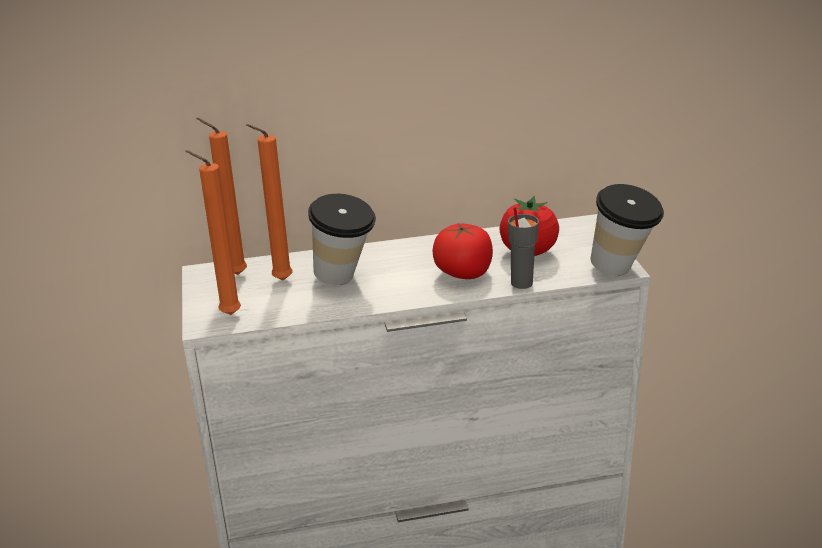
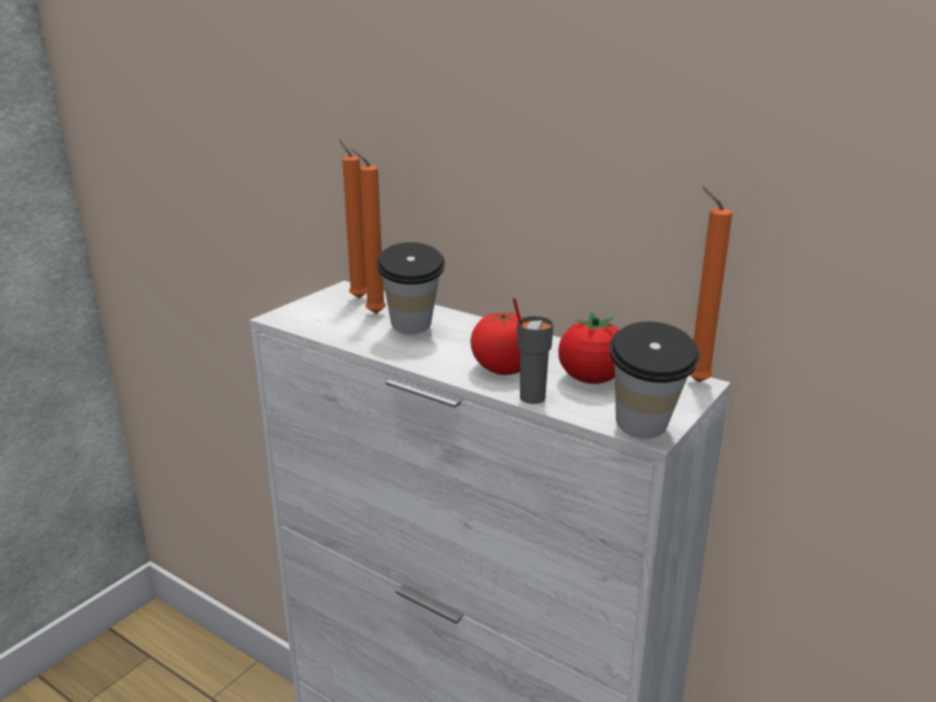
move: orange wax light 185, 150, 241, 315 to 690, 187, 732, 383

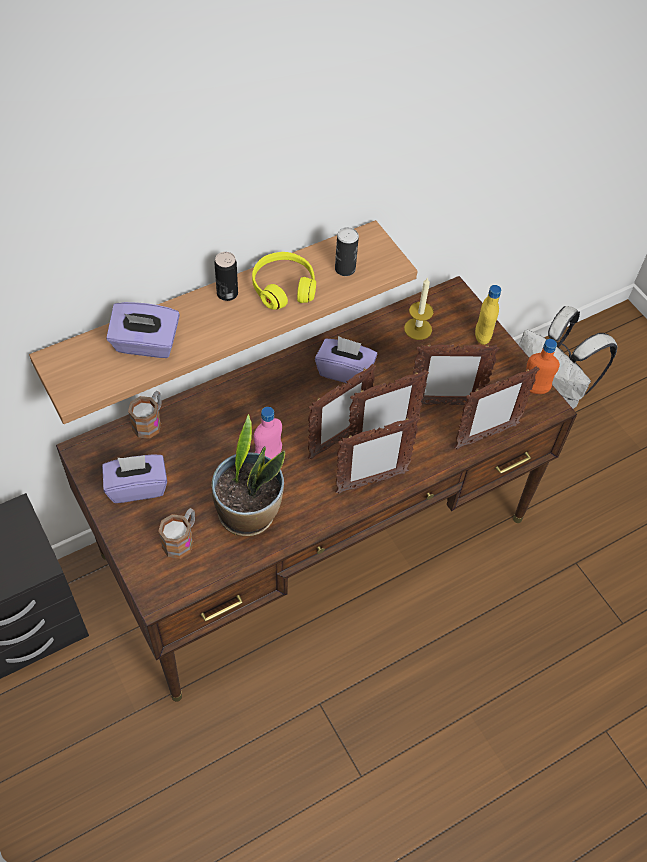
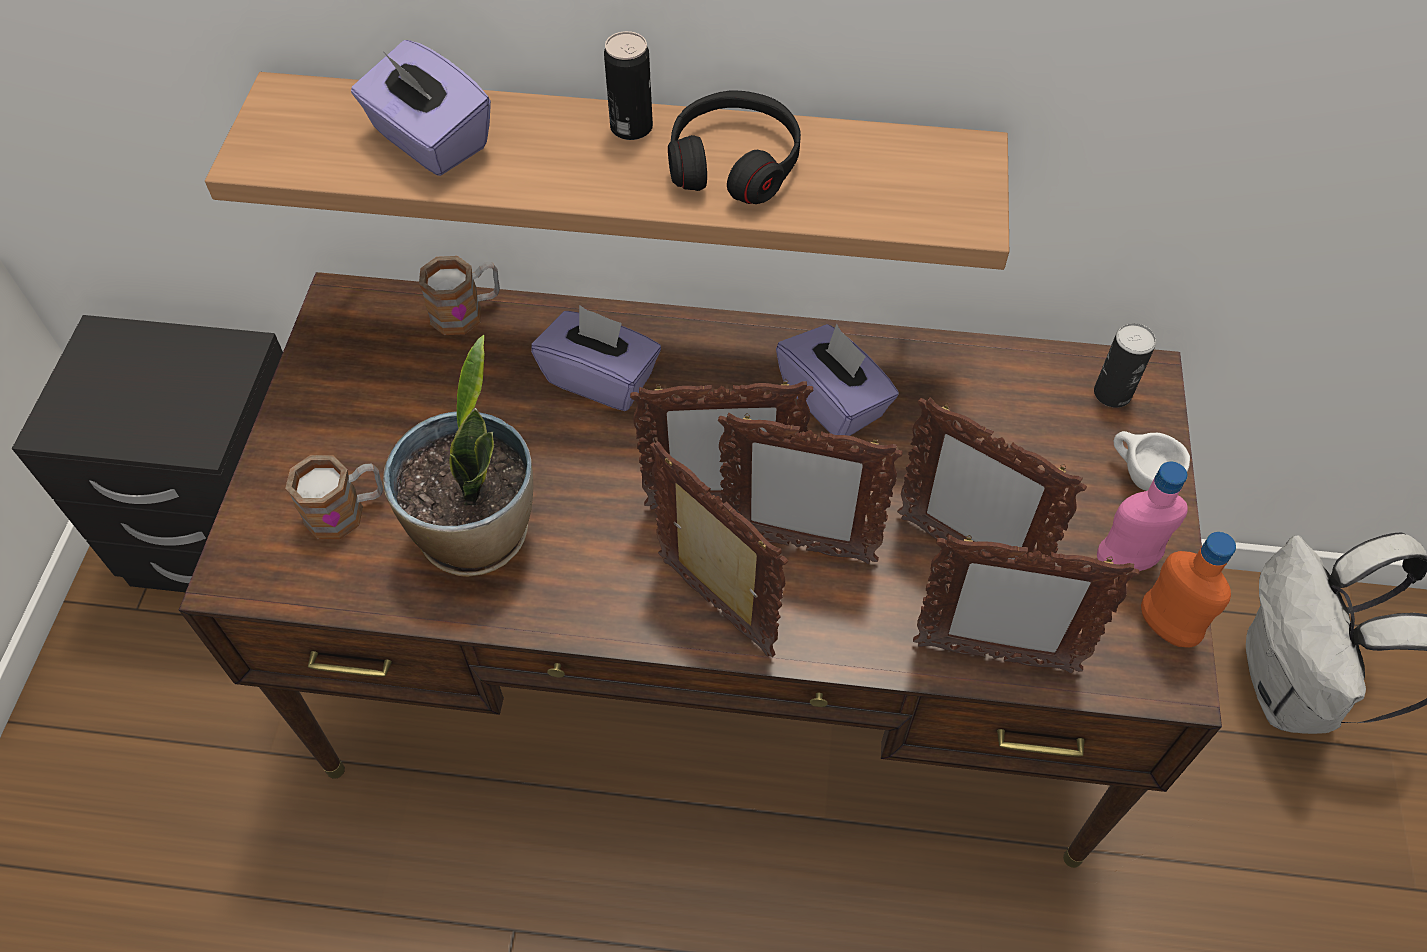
delete: wax light 404, 277, 434, 340
move: purplish tissue box 102, 455, 167, 503 to 531, 305, 661, 411; pink drink bottle 254, 407, 282, 459 to 1097, 462, 1188, 571; sealed can 335, 227, 359, 276 to 1094, 323, 1156, 408
replace: yellow-coloured drink bottle 475, 285, 501, 345 to white small cup 1114, 431, 1190, 491
recolor: yellow-coloured headphones 252, 252, 316, 310 to black headphones 668, 90, 801, 204
rotate: standing frame 335, 416, 420, 494 = 650, 441, 788, 657 150 degrees counterclockwise

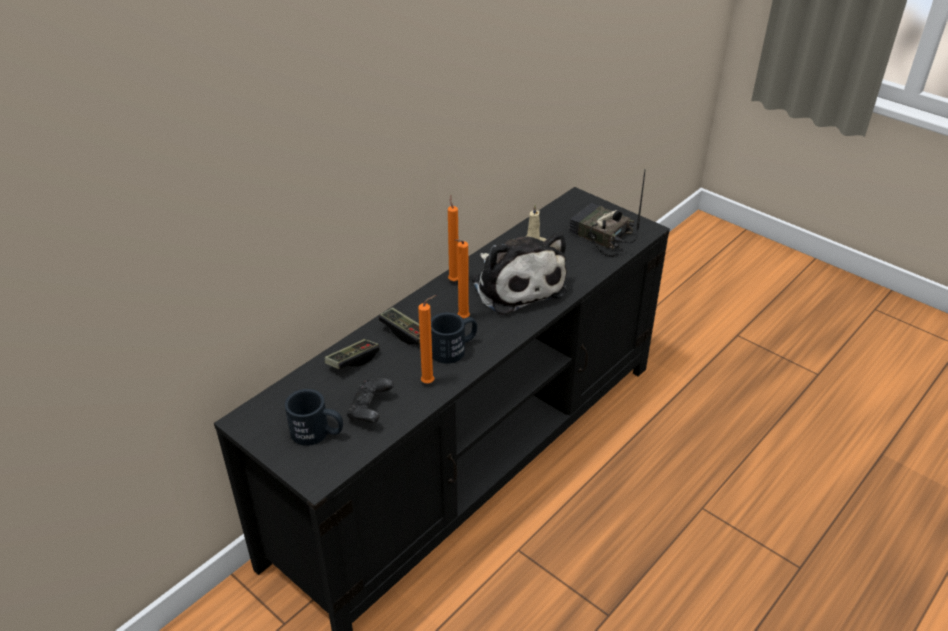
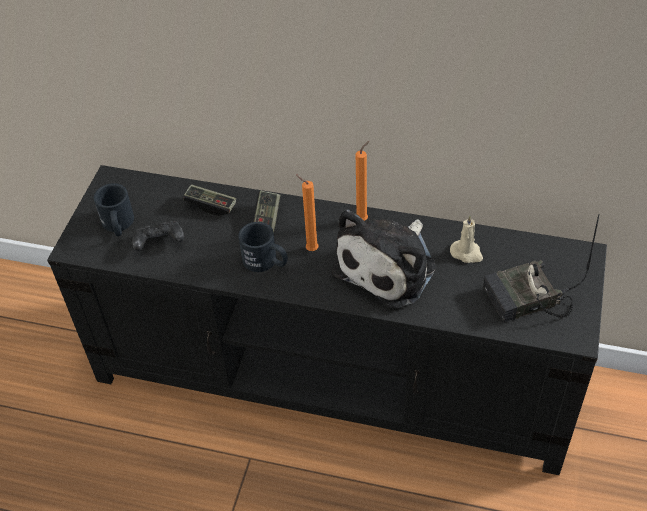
delete: orange wax light 418, 295, 436, 383
rotate: radio receiver 569, 170, 645, 257 = 483, 214, 600, 322 120 degrees counterclockwise

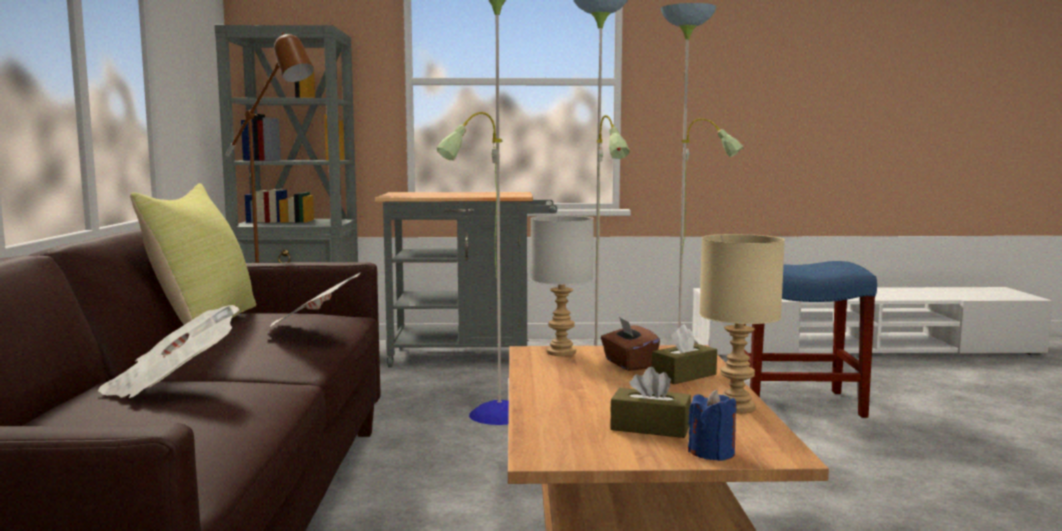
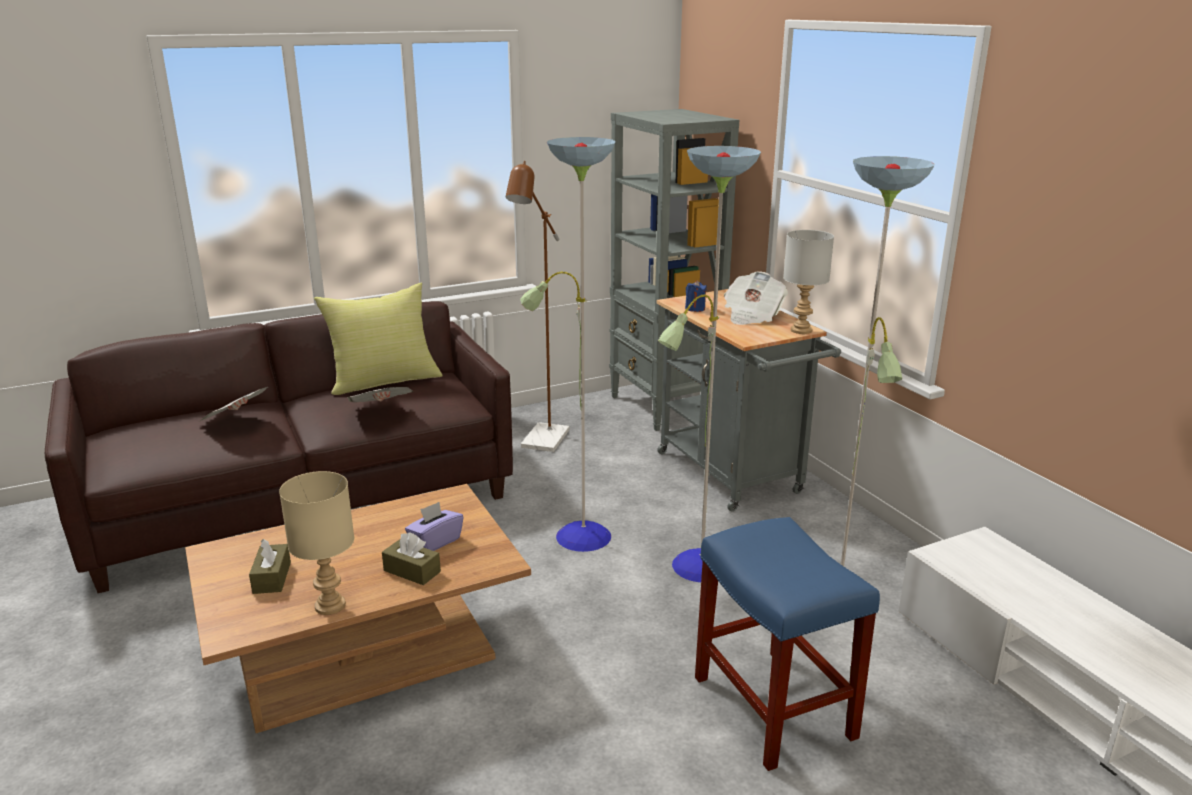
insert: daily paper 724, 271, 788, 325
move: greyish lamp for a table 531, 216, 594, 356 to 783, 230, 834, 334; bluish wax light 688, 389, 737, 461 to 685, 281, 707, 312
recolor: brown tissue box 601, 317, 660, 371 to purplish tissue box 405, 502, 464, 551

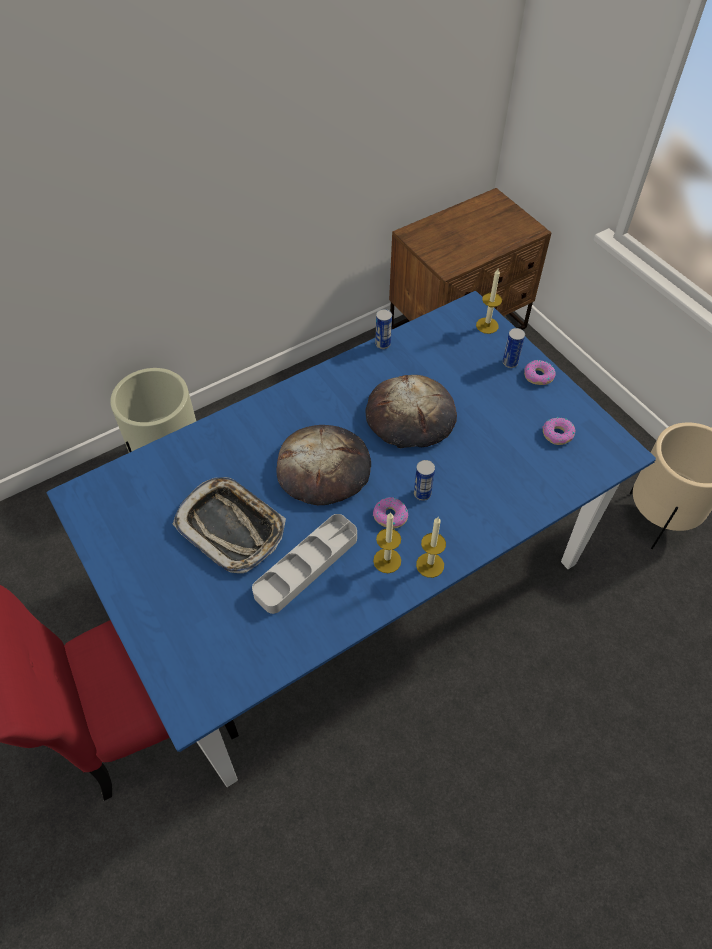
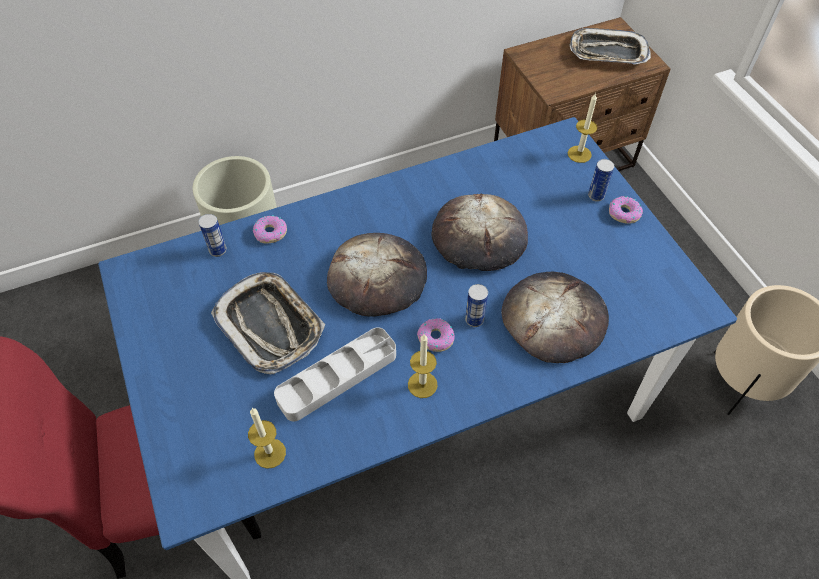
insert: baked bread 501, 271, 609, 363; serving tray 569, 28, 651, 65
move: sealed can 375, 309, 392, 349 to 199, 214, 227, 257; wax light 416, 517, 446, 578 to 248, 408, 286, 469; ring doughnut 542, 417, 575, 445 to 253, 215, 287, 244

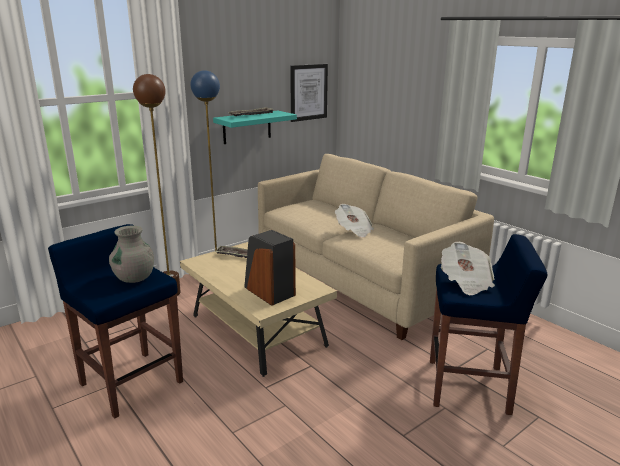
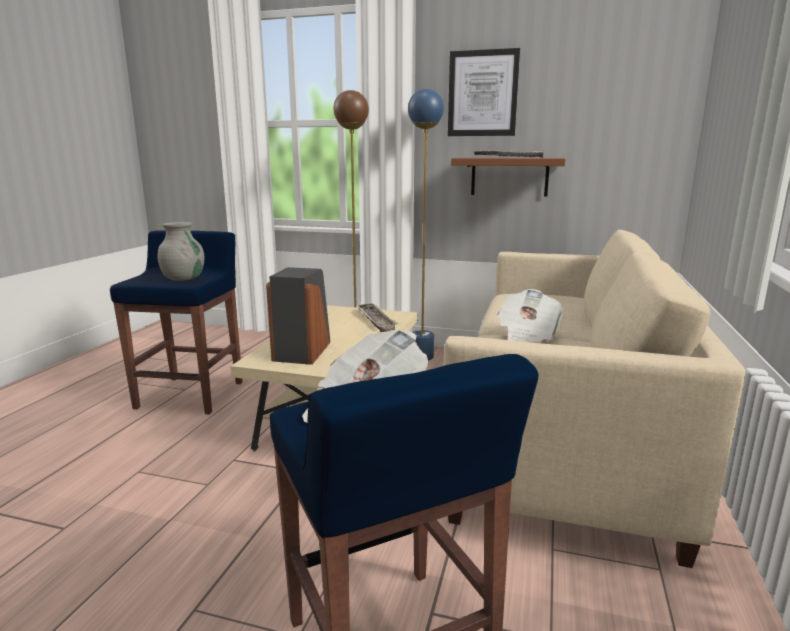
move: wall art 290, 64, 328, 122 to 448, 48, 520, 136
recolor: blue-green shelf 213, 110, 297, 144 to brown shelf 451, 158, 565, 197

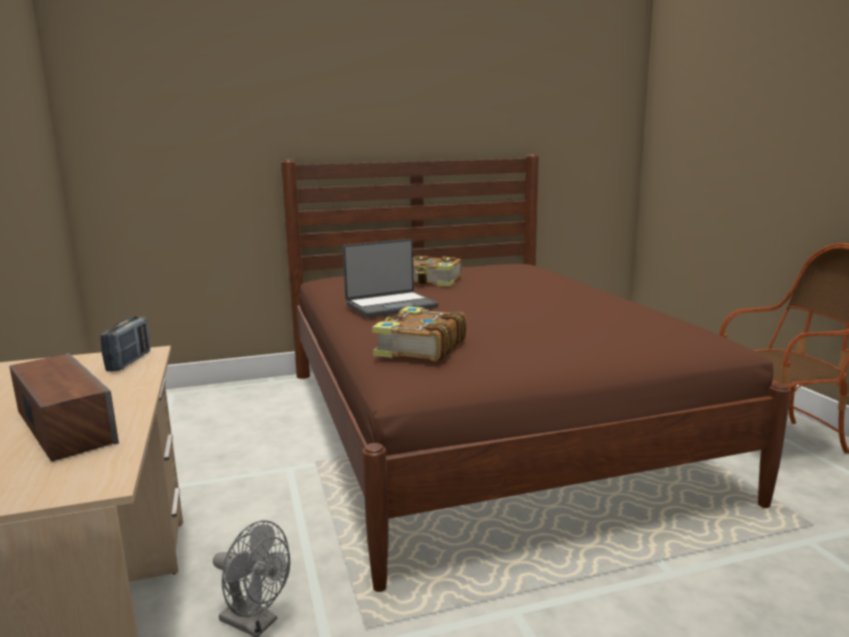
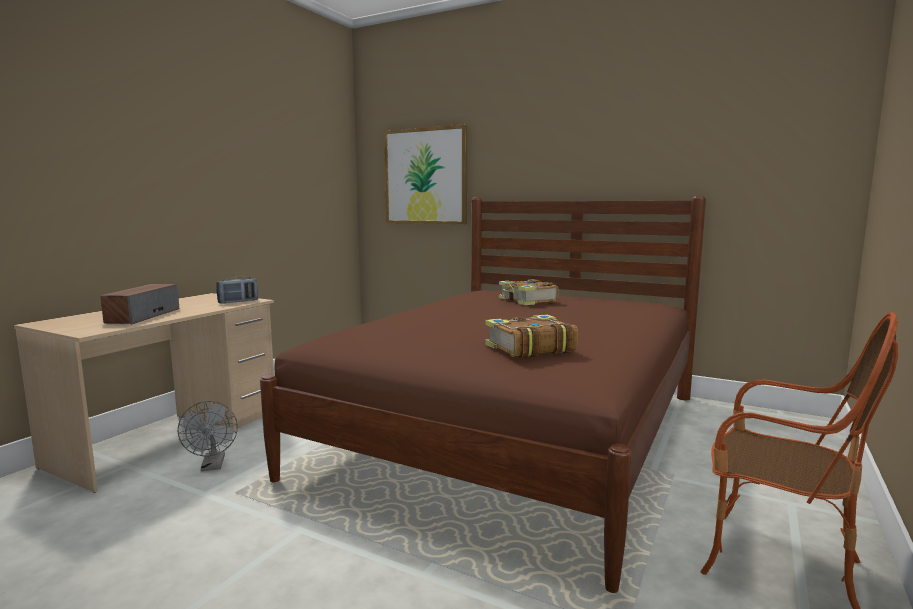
delete: portable computer 343, 239, 438, 318
insert: wall art 384, 125, 467, 224
move: volume 372, 306, 467, 361 to 485, 314, 578, 359

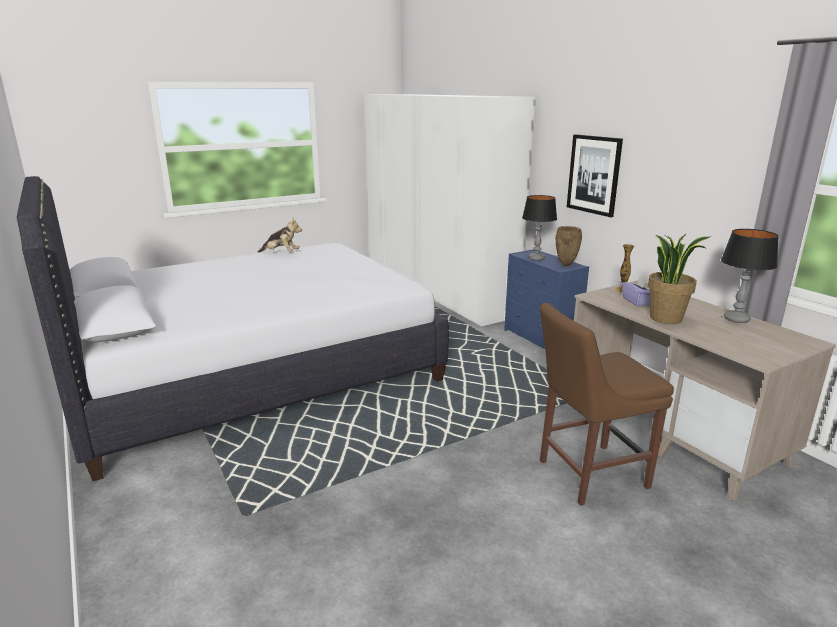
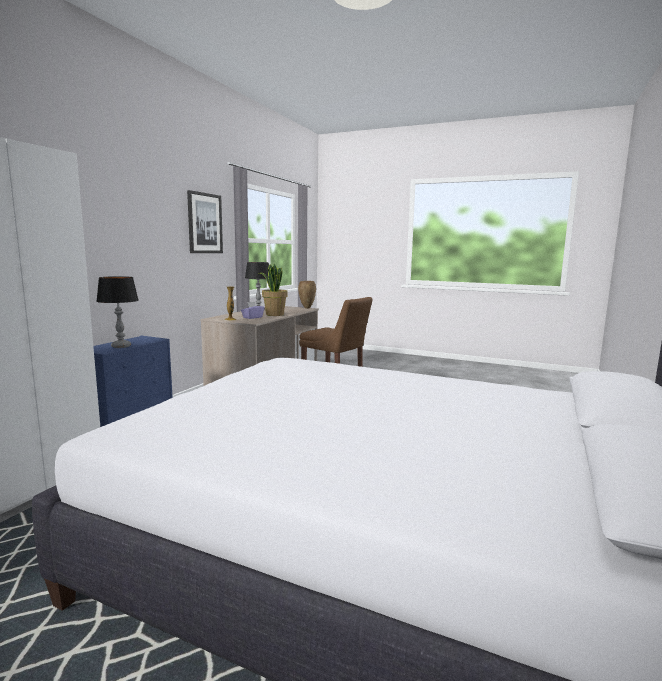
delete: cuddly toy 258, 217, 302, 252
move: brown decorative vase 556, 226, 582, 266 to 298, 281, 316, 309; wall art 567, 134, 623, 217 to 187, 190, 223, 253

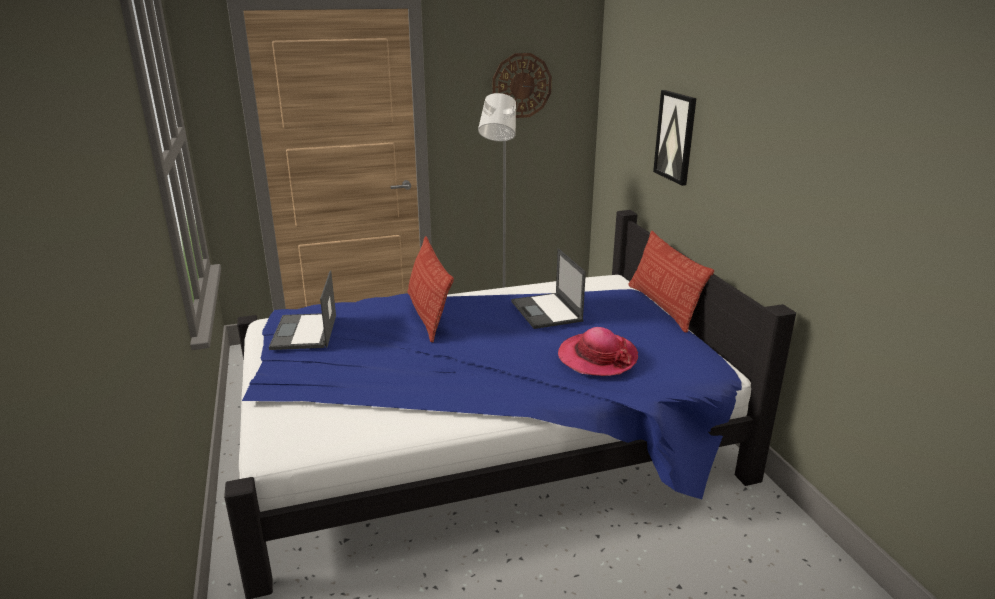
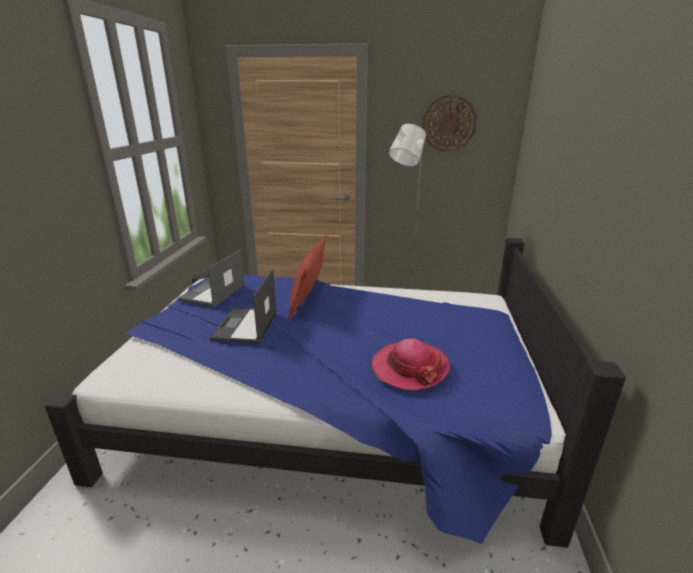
delete: pillow 628, 231, 714, 333; wall art 653, 90, 697, 186
move: portable computer 511, 248, 586, 329 to 210, 269, 277, 343

